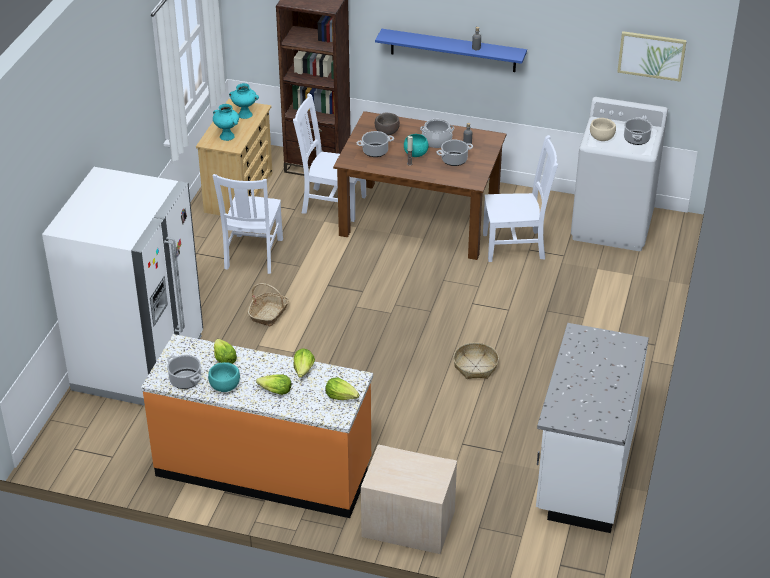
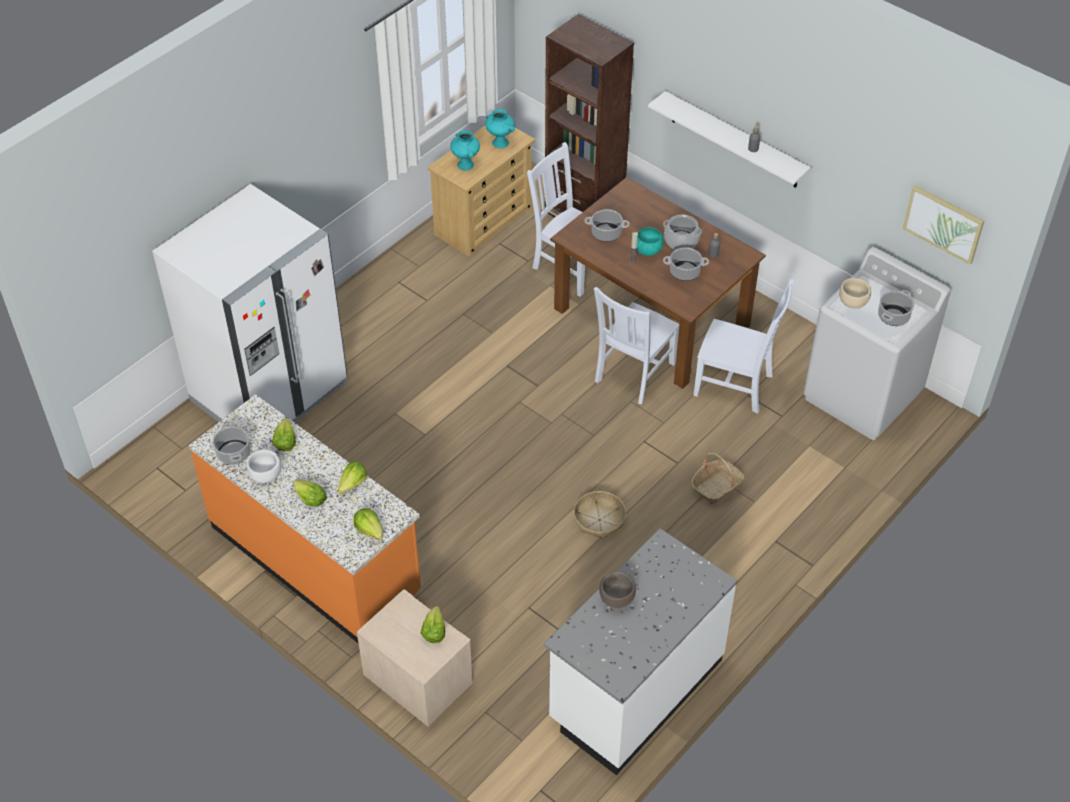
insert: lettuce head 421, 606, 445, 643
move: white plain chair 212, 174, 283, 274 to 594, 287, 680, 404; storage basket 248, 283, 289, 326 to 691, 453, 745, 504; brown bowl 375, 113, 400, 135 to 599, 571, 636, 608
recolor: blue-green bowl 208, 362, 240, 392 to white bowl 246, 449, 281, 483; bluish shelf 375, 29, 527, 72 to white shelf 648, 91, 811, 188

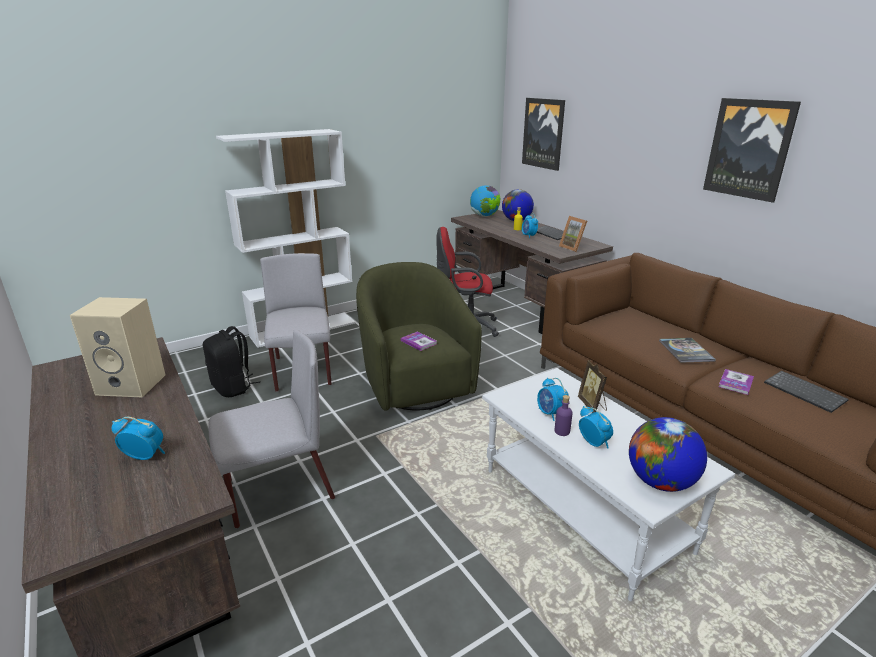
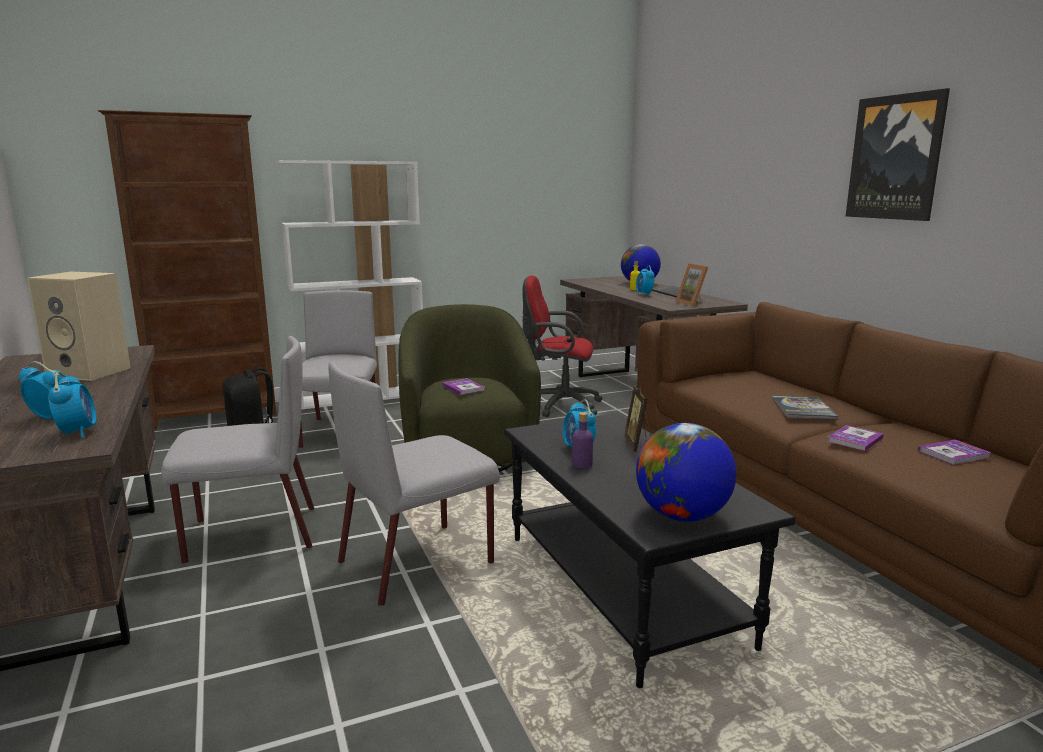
delete: world globe 470, 185, 501, 217; wall art 522, 98, 565, 171
insert: brown bookcase 98, 110, 276, 430; greyish plain chair 328, 362, 500, 606
move: bedside clock 579, 406, 613, 449 to 49, 372, 96, 438
replace: keyboard 764, 371, 849, 413 to volume 918, 440, 991, 465
recolor: white lounge table 482, 368, 735, 601 to black lounge table 504, 413, 796, 688

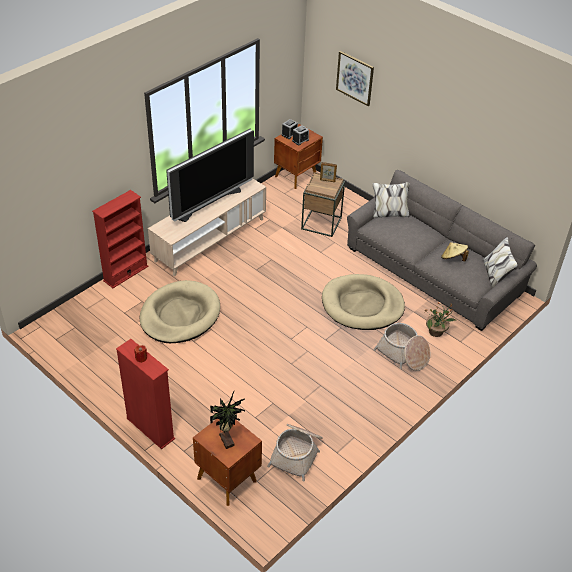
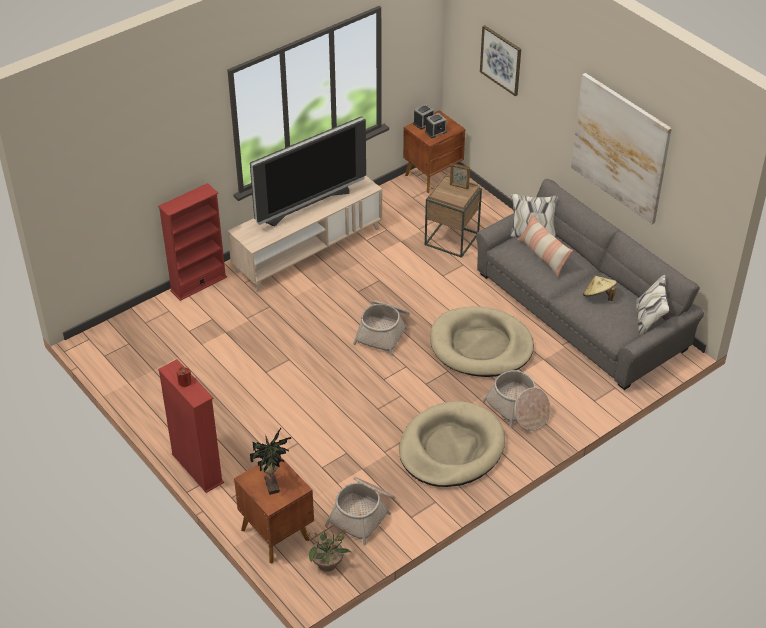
insert: storage basket 353, 300, 410, 356; pillow 518, 213, 573, 277; wall art 571, 73, 672, 224
move: sand-coloured dog cushion 140, 280, 220, 343 to 399, 401, 505, 487; potted plant 424, 302, 457, 337 to 304, 525, 352, 572

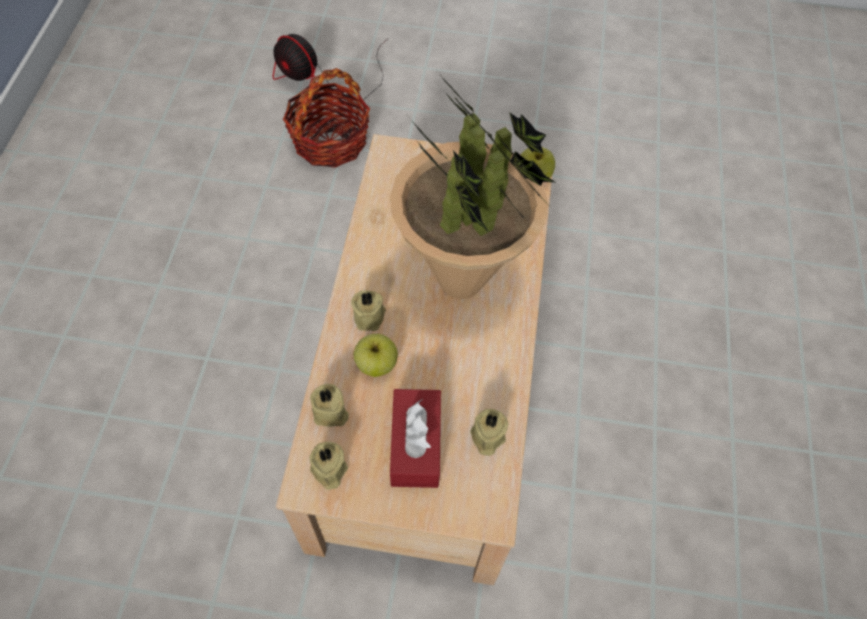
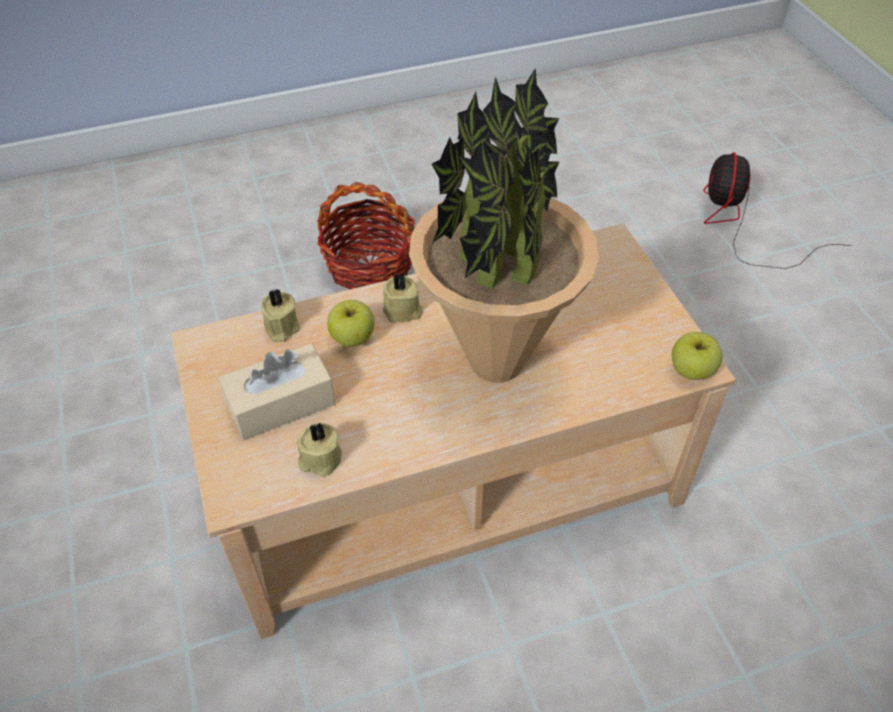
delete: sand-coloured wax light 309, 442, 348, 490
move: storage basket 283, 68, 370, 168 to 317, 182, 415, 289
recolor: red tissue box 390, 389, 441, 488 to sand-coloured tissue box 219, 343, 336, 440

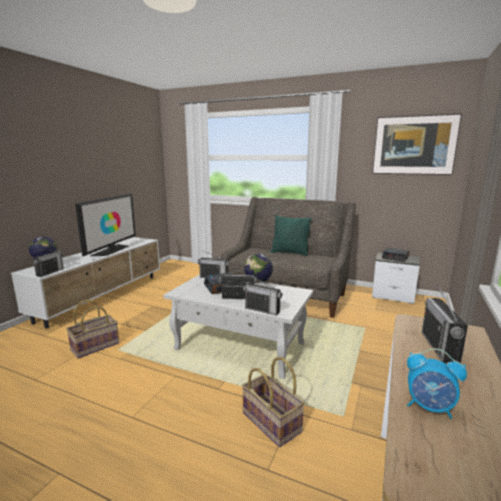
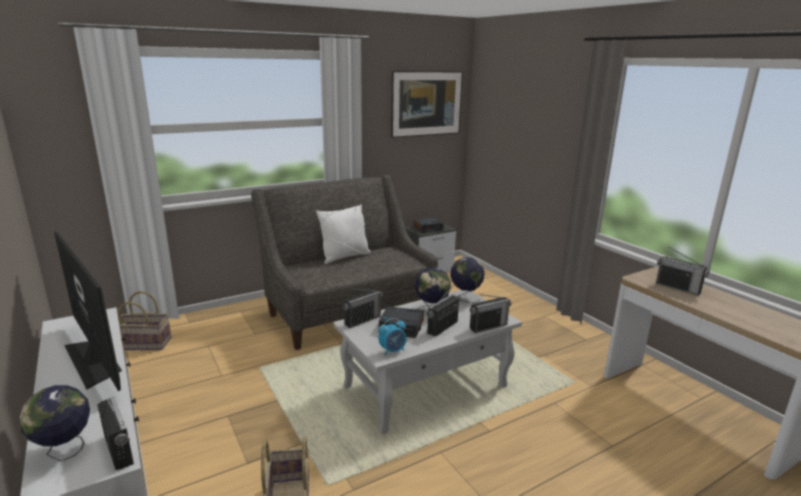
insert: world globe 450, 257, 485, 303
move: storage basket 242, 357, 305, 447 to 118, 291, 171, 350; bedside clock 407, 348, 467, 419 to 378, 318, 406, 356
recolor: green pillow 270, 215, 312, 256 to white pillow 316, 204, 371, 264

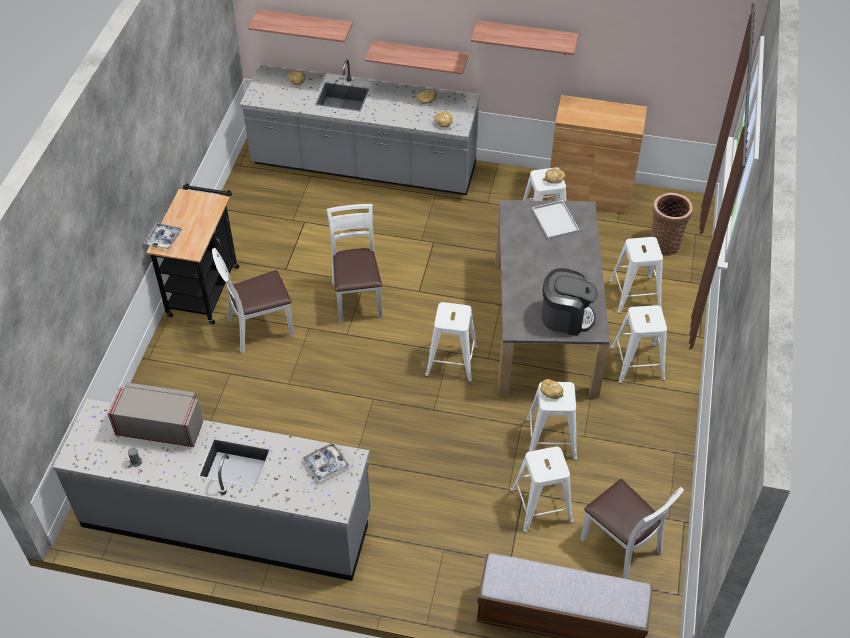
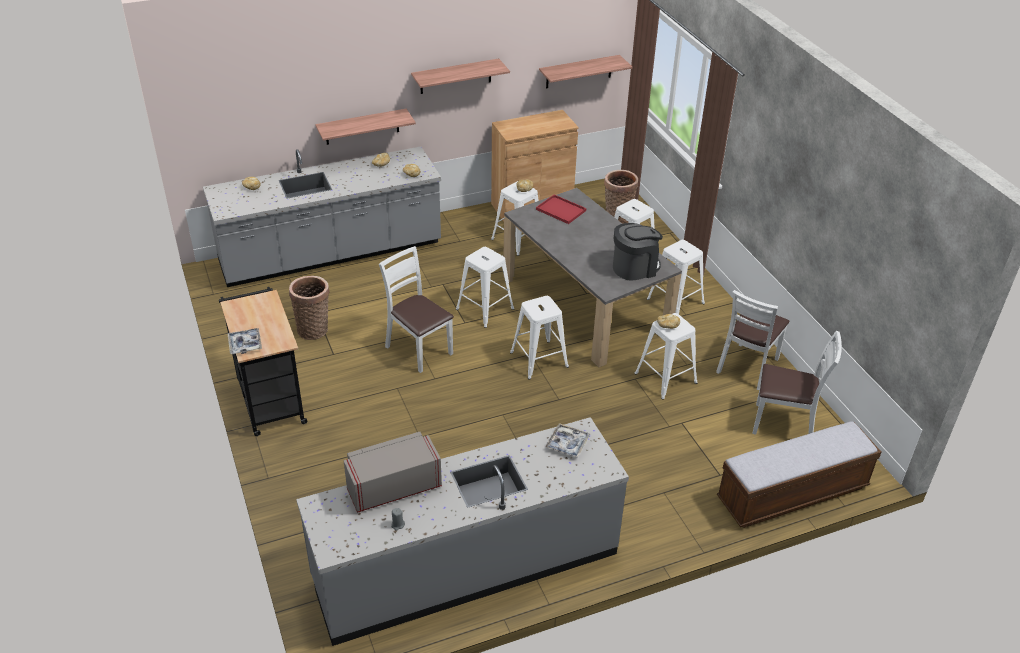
insert: storage basket 289, 276, 330, 340
move: white plain chair 212, 248, 294, 353 to 716, 290, 789, 390; shelf 248, 9, 353, 42 to 539, 55, 632, 89; white stool 510, 446, 574, 533 to 456, 247, 514, 328
recolor: white serving tray 532, 200, 580, 240 to red serving tray 536, 194, 586, 224

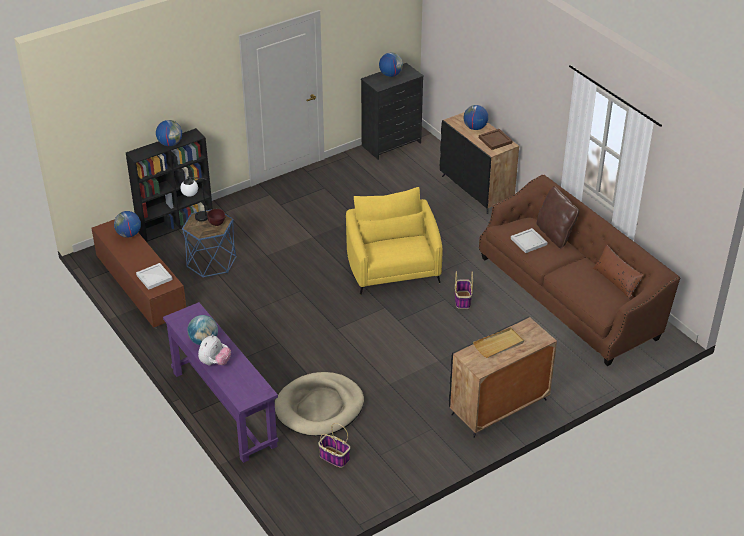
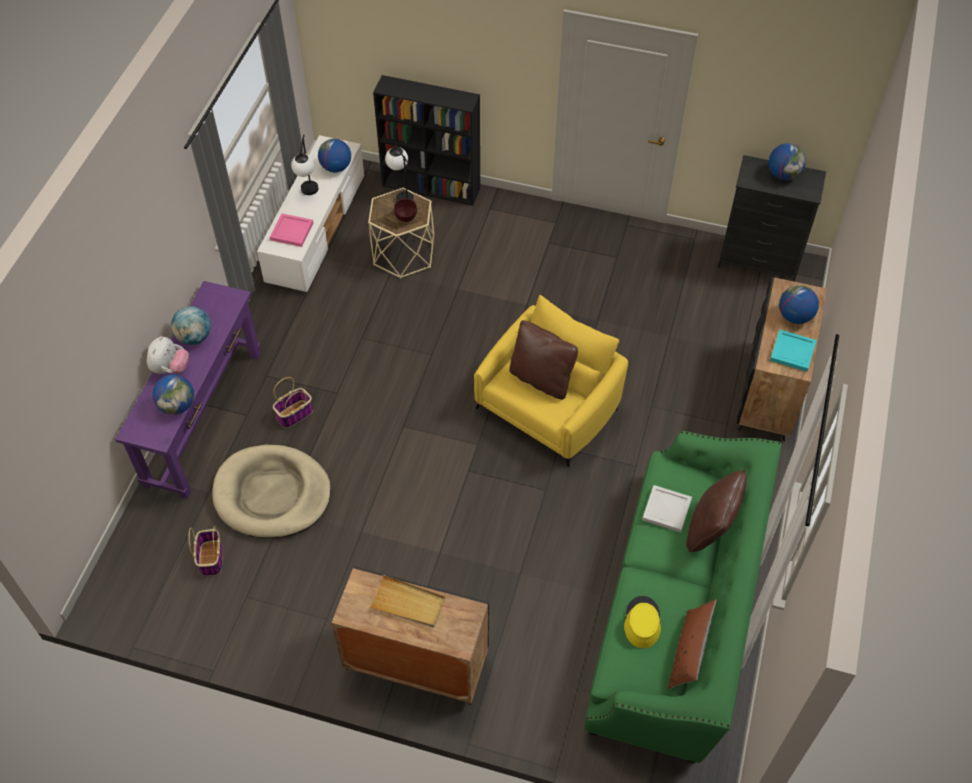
insert: lamp for a table 291, 135, 319, 195; brown pillow 509, 320, 578, 400; yellow-coloured wearable hat 624, 596, 661, 648
move: world globe 156, 120, 182, 146 to 153, 374, 194, 415; storage basket 455, 271, 473, 309 to 273, 377, 313, 428
recolor: brown media console 92, 219, 186, 328 to white media console 257, 135, 364, 292; white serving tray 136, 263, 173, 290 to pink serving tray 270, 214, 313, 247; bluish accent table 182, 208, 237, 278 to sand-coloured accent table 368, 188, 434, 279; brown serving tray 479, 129, 513, 150 to blue-green serving tray 770, 330, 817, 372; brown couch 479, 174, 680, 366 to green couch 585, 431, 782, 763
rotate: cuddly toy 198, 334, 231, 365 = 147, 336, 189, 374 60 degrees counterclockwise

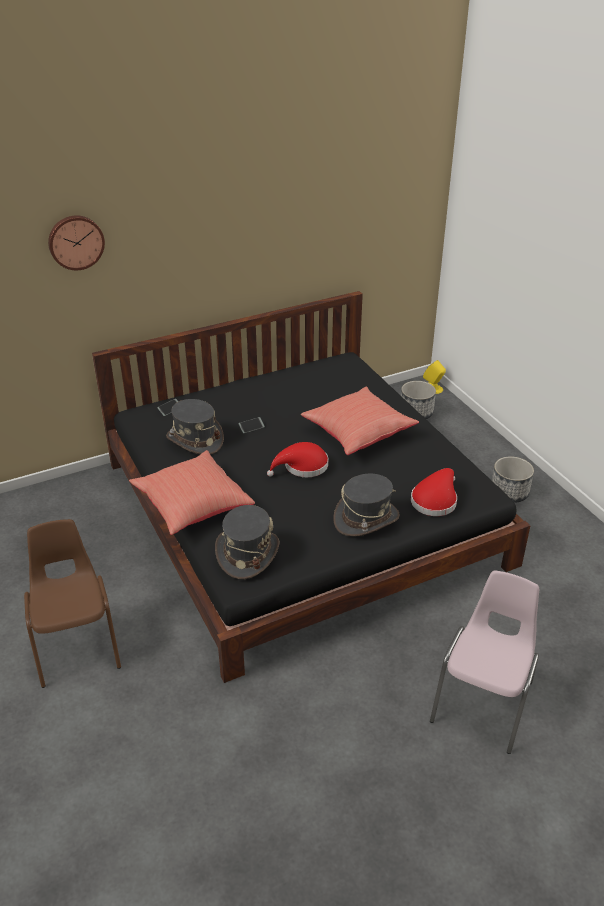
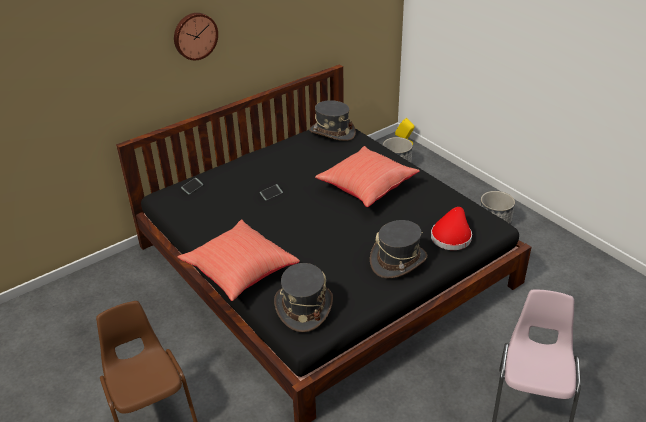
delete: red wearable hat 267, 442, 328, 477
move: hanging clock 48, 215, 105, 270 to 174, 13, 218, 60; greyish wearable hat 166, 399, 224, 454 to 309, 100, 356, 141

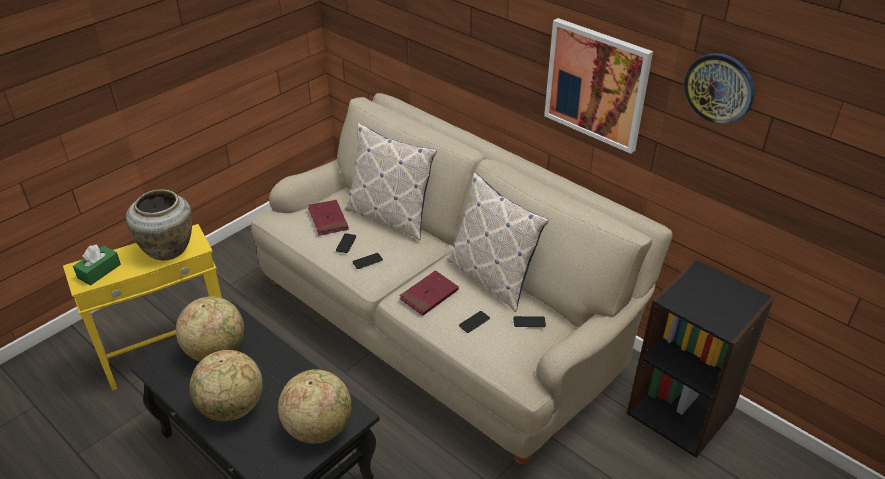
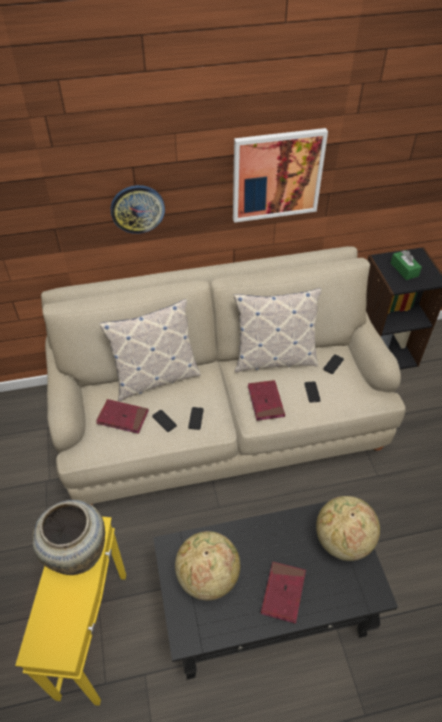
move: green tissue box 73, 245, 121, 286 to 391, 250, 422, 280; hanging clock 684, 53, 755, 124 to 111, 185, 165, 234
replace: world globe 190, 350, 263, 421 to red volume 261, 562, 306, 624

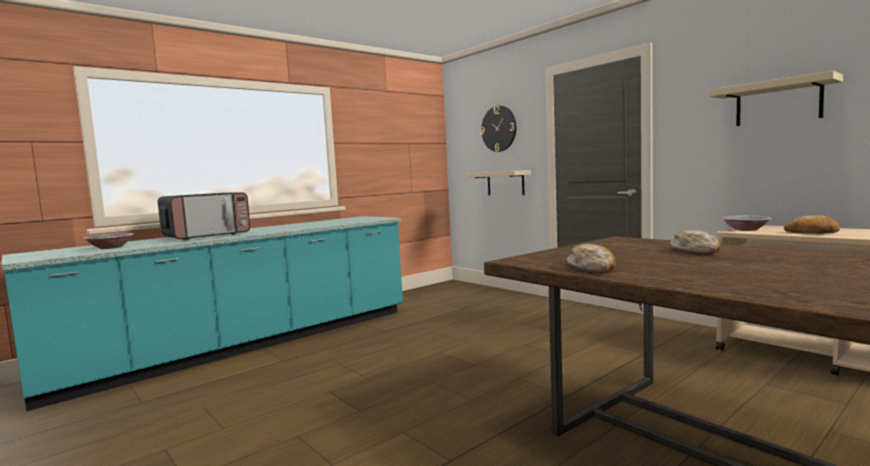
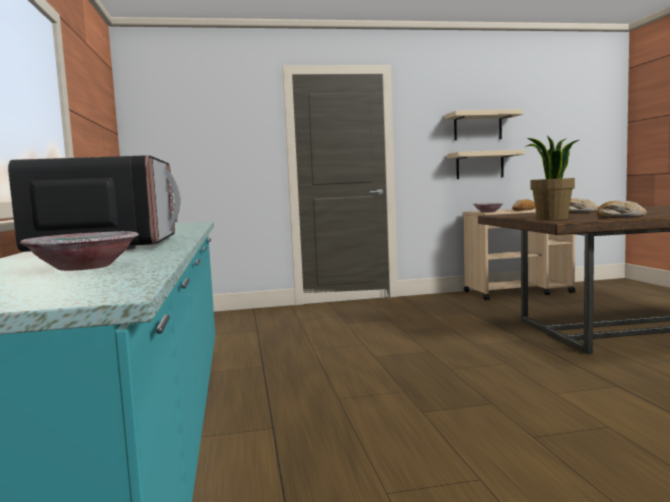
delete: hanging clock 480, 106, 516, 152
insert: potted plant 525, 136, 579, 220
move: sand-coloured shelf 465, 170, 531, 195 to 447, 150, 525, 179

